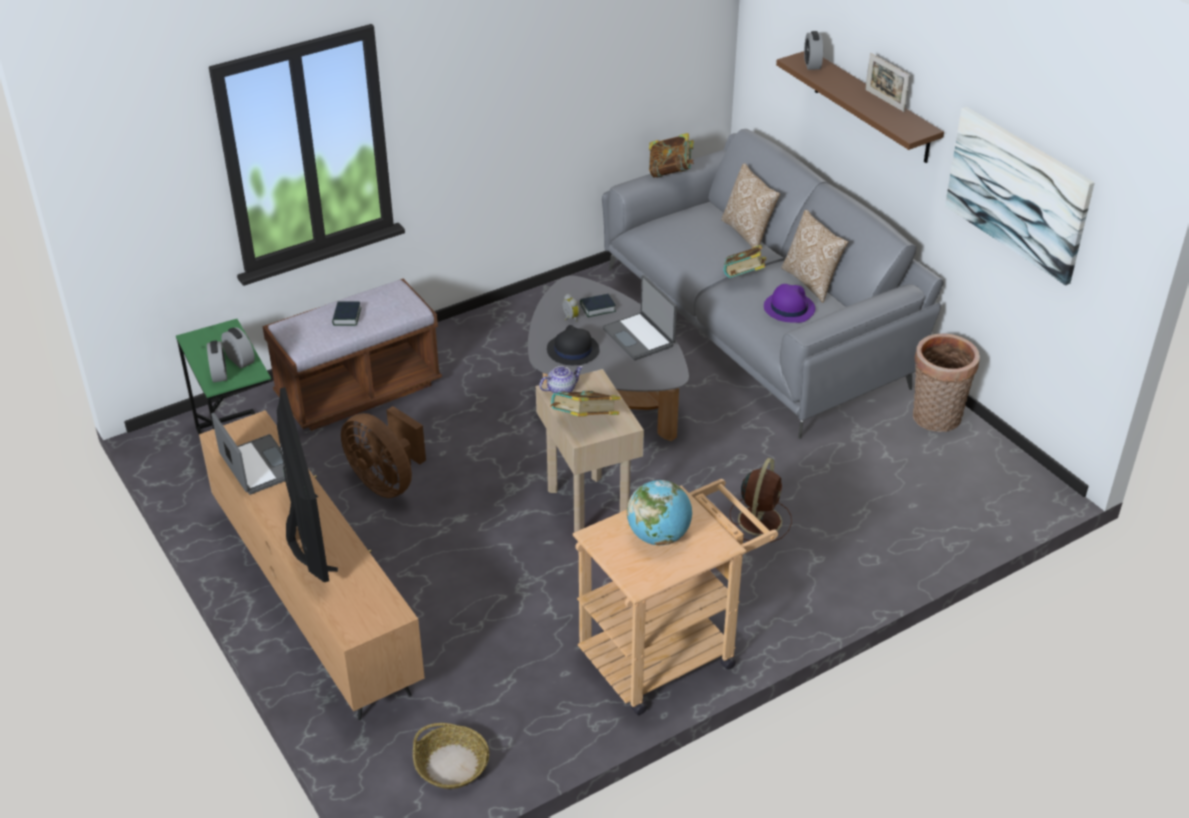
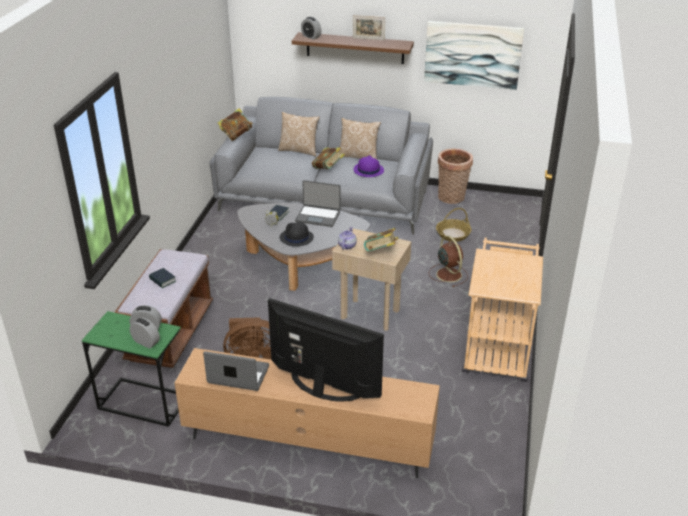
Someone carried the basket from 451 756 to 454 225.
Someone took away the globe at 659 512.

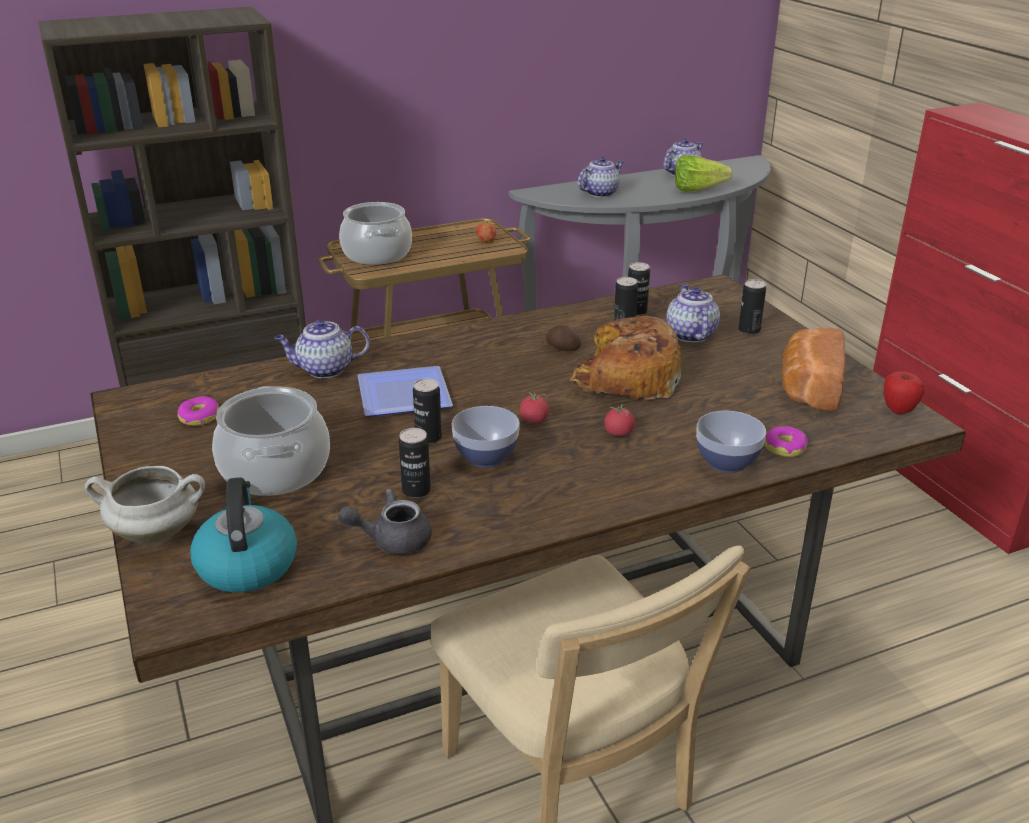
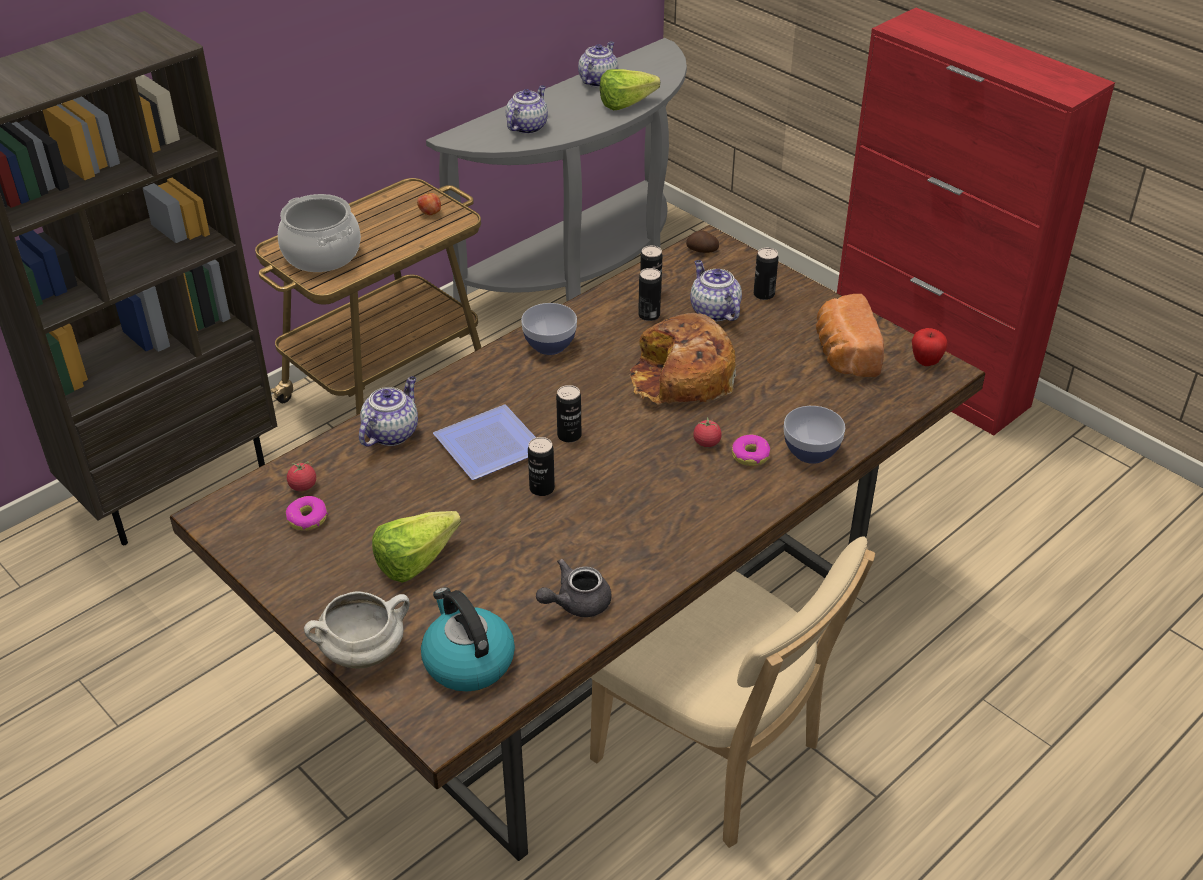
Someone swapped the cooking pot at 271 441 for the lettuce at 416 547.
Someone rotated the teapot at 322 348 by 150 degrees clockwise.
Someone carried the can from 415 463 to 568 414.
Someone carried the bowl from 486 437 to 549 329.
Someone carried the tomato from 534 408 to 301 476.
Someone carried the potato from 563 338 to 702 241.
Someone carried the donut from 786 441 to 751 450.

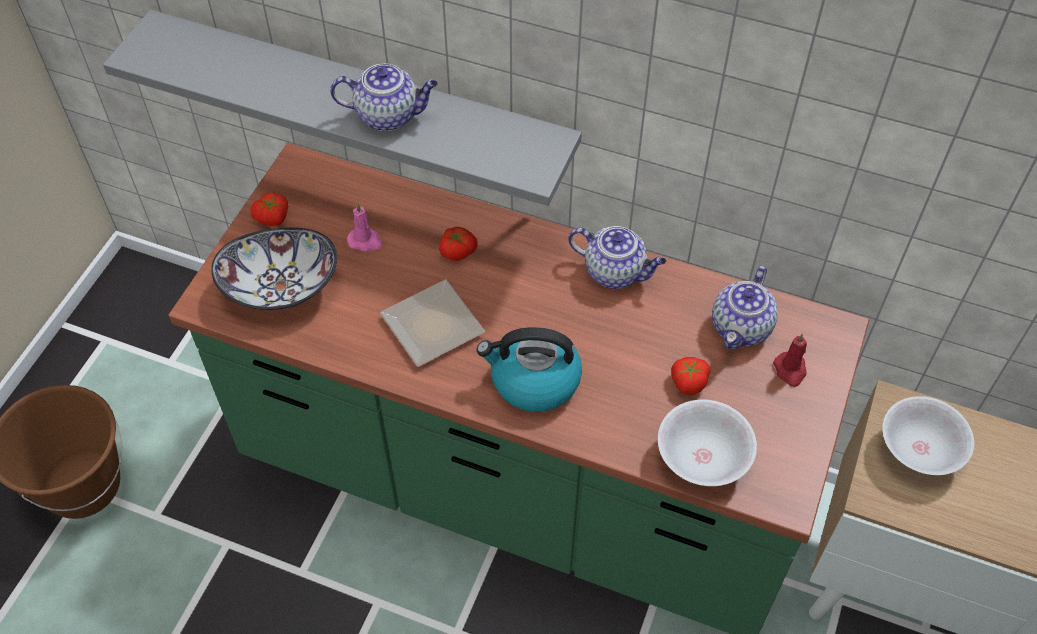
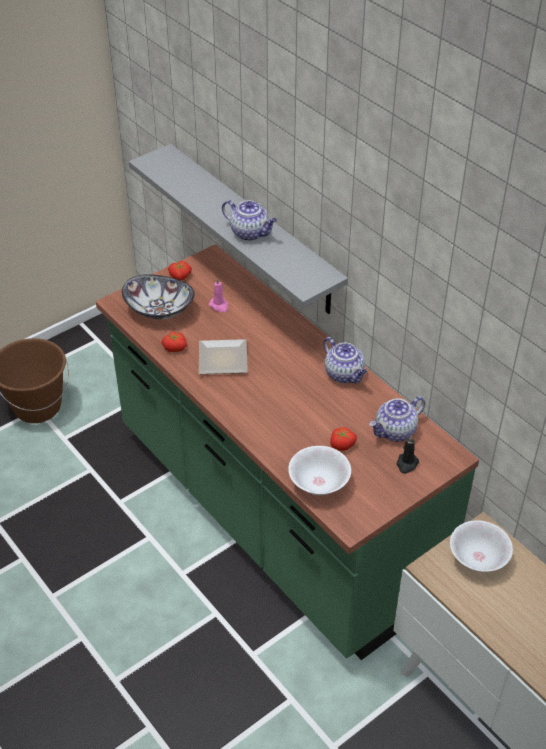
Someone carried the tomato from 458 244 to 174 341.
Someone took away the kettle at 529 369.
Someone repainted the candle (red) at 790 360, which became the candle (black) at 408 455.

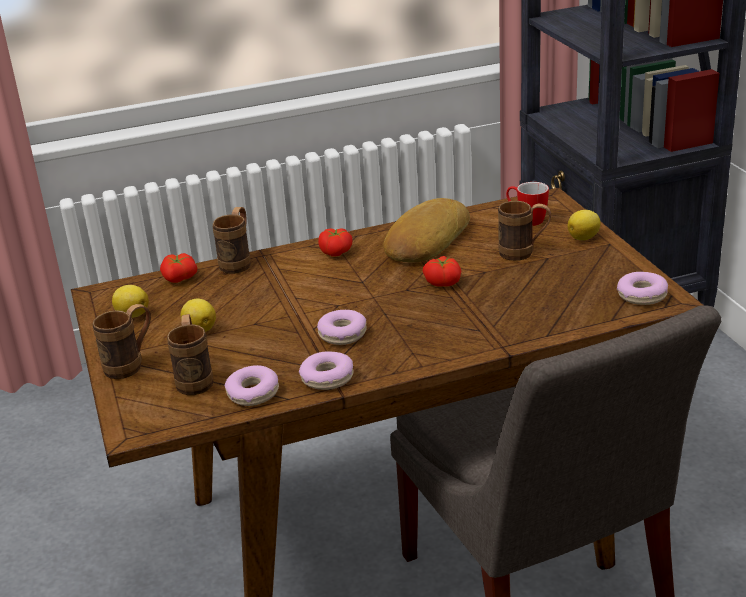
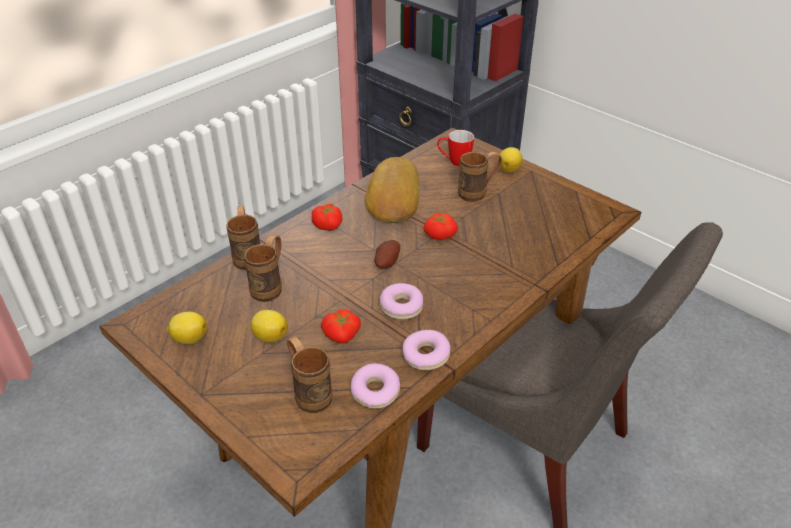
Someone carried the mug (brown) from 122 341 to 263 268.
Someone carried the tomato from 178 268 to 341 326.
Someone took away the donut at 642 288.
Someone put down the potato at 387 254.

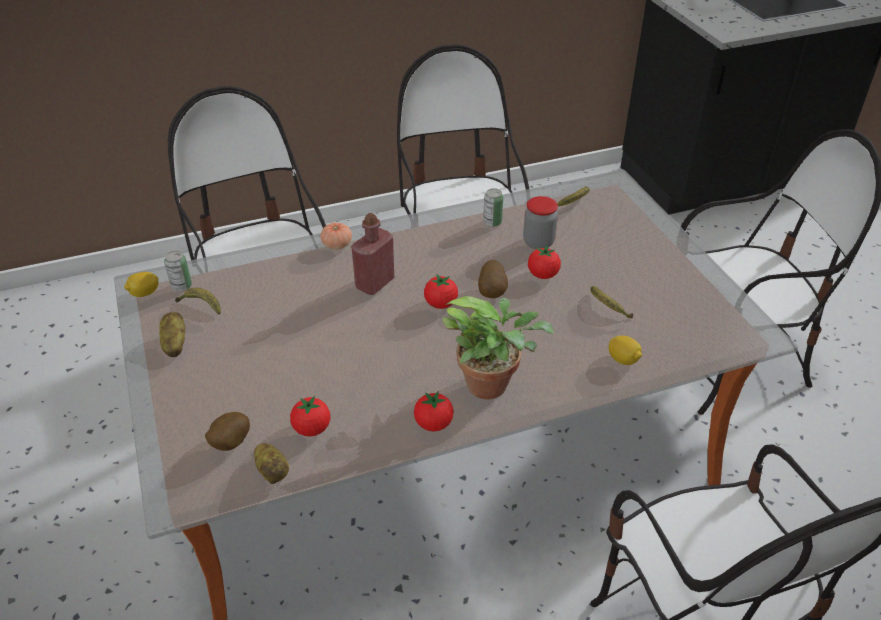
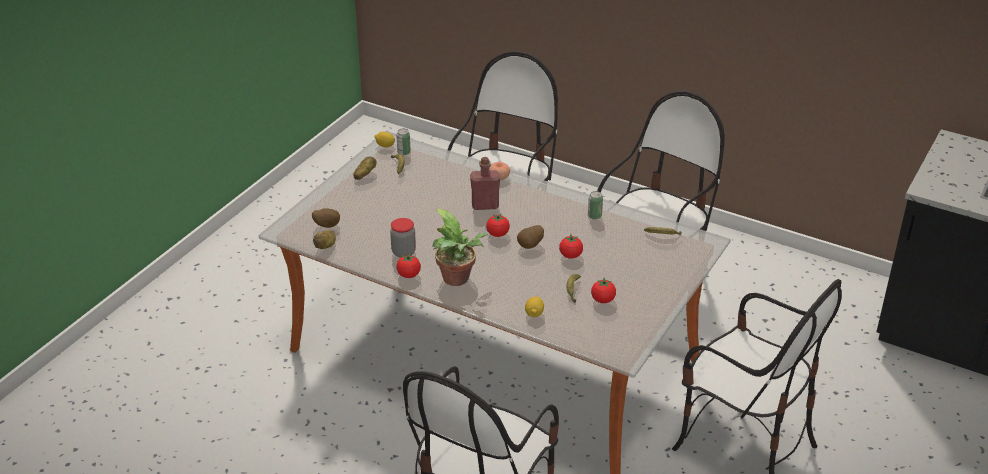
Someone carried the tomato from 310 416 to 603 290.
Someone carried the jar from 540 222 to 403 238.

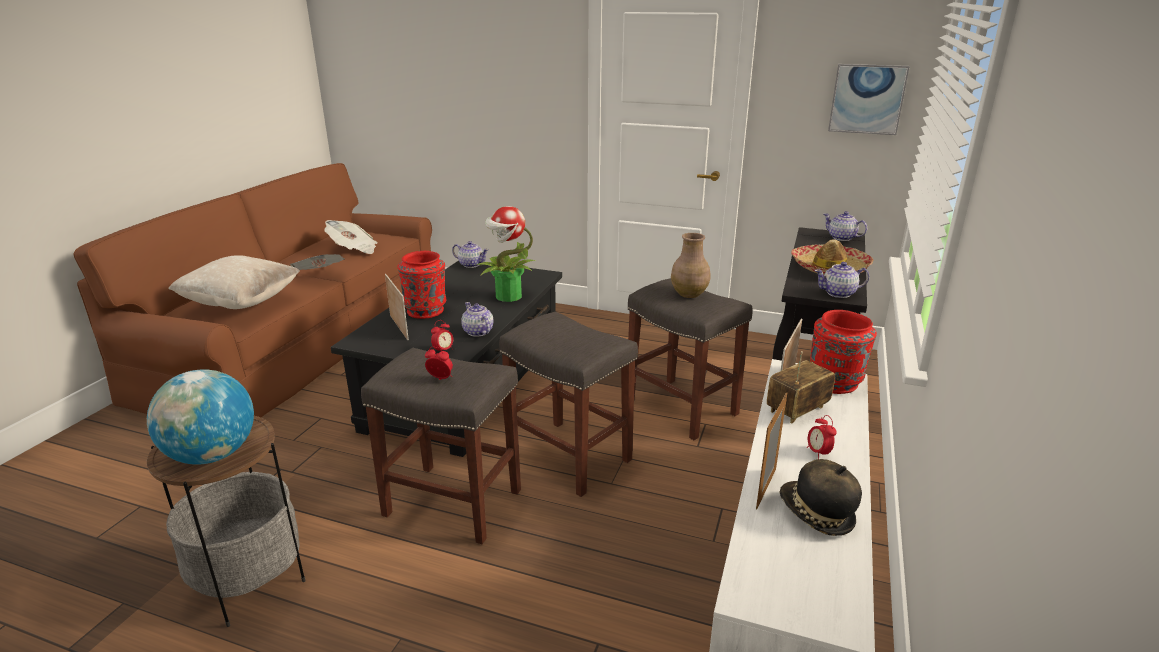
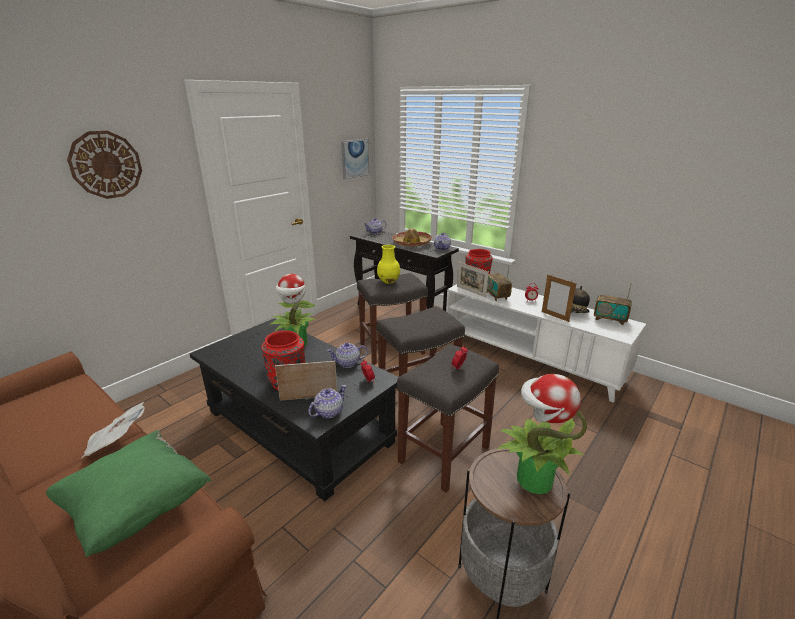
Someone swapped the globe at 200 417 for the potted plant at 542 434.
Someone repainted the pillow (beige) at 233 282, which became the pillow (green) at 129 493.
Someone took away the newspaper at 350 237.
Someone carried the teapot from 470 254 to 327 401.
Someone repainted the vase (brown) at 690 265, which became the vase (yellow) at 388 264.
Someone put up the wall clock at 104 165.
Someone put down the radio at 613 304.

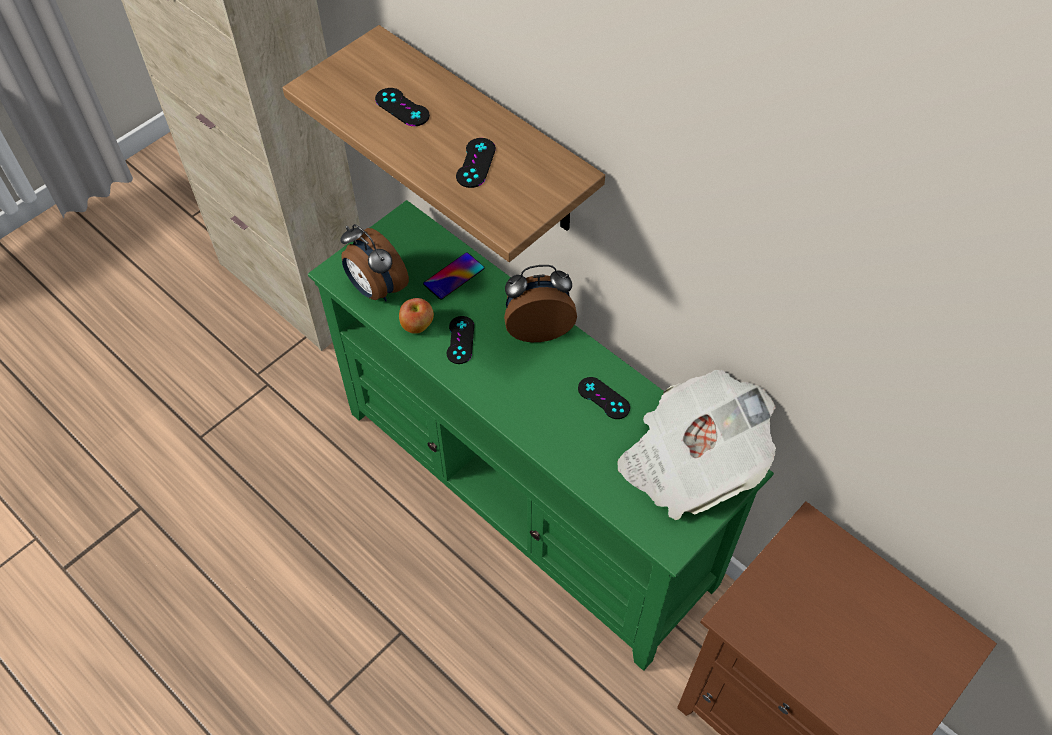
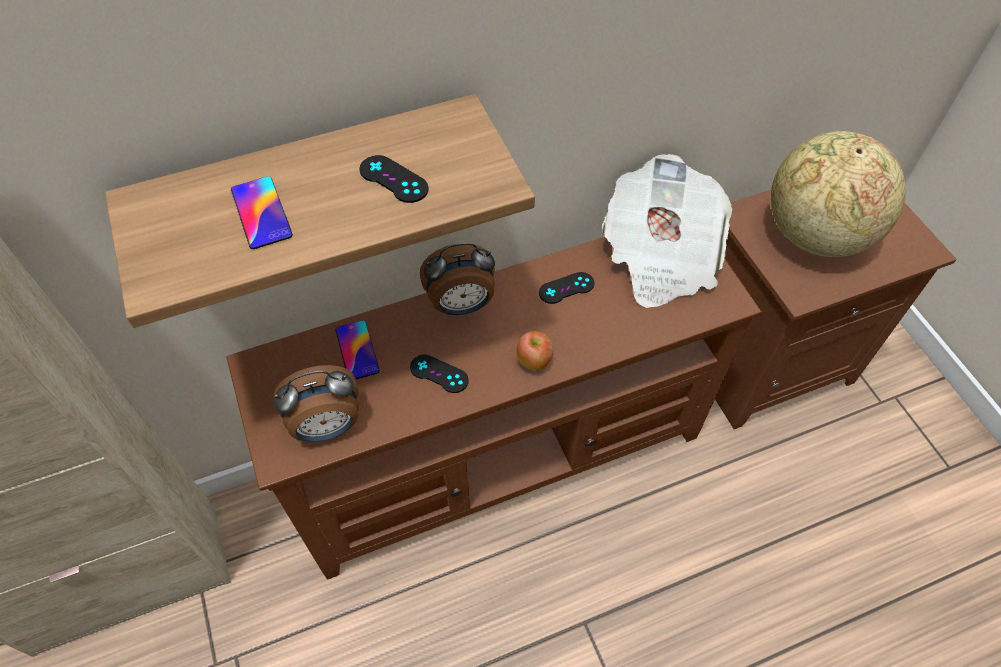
Someone repainted the tv stand (green) at 541 435, which became the tv stand (brown) at 494 408.
Someone swapped the game controller (black) at 402 107 for the phone at 262 212.
Someone carried the apple from 416 316 to 535 351.
Someone rotated the alarm clock at 540 303 by 120 degrees counterclockwise.
Someone put down the globe at 838 194.

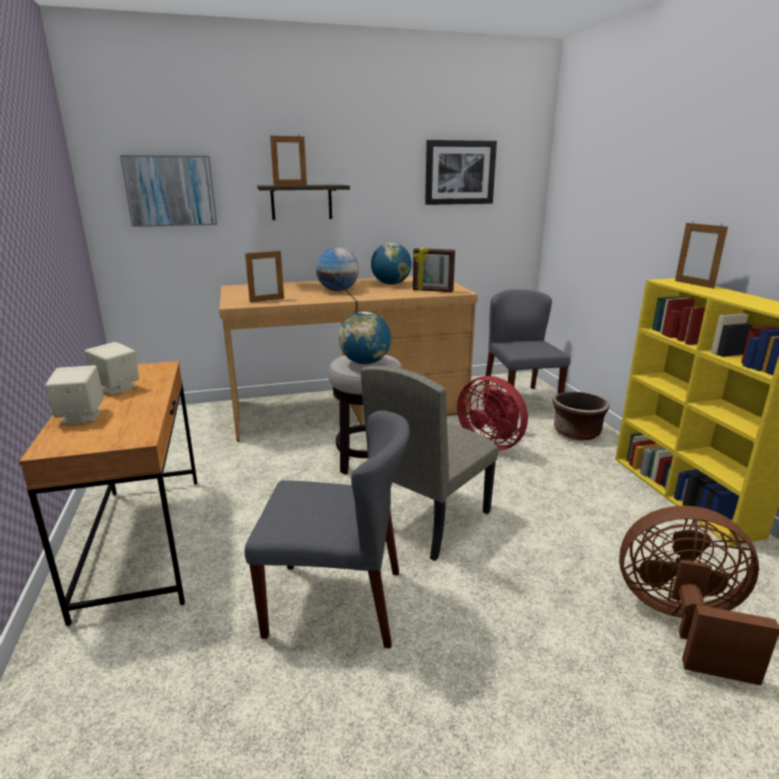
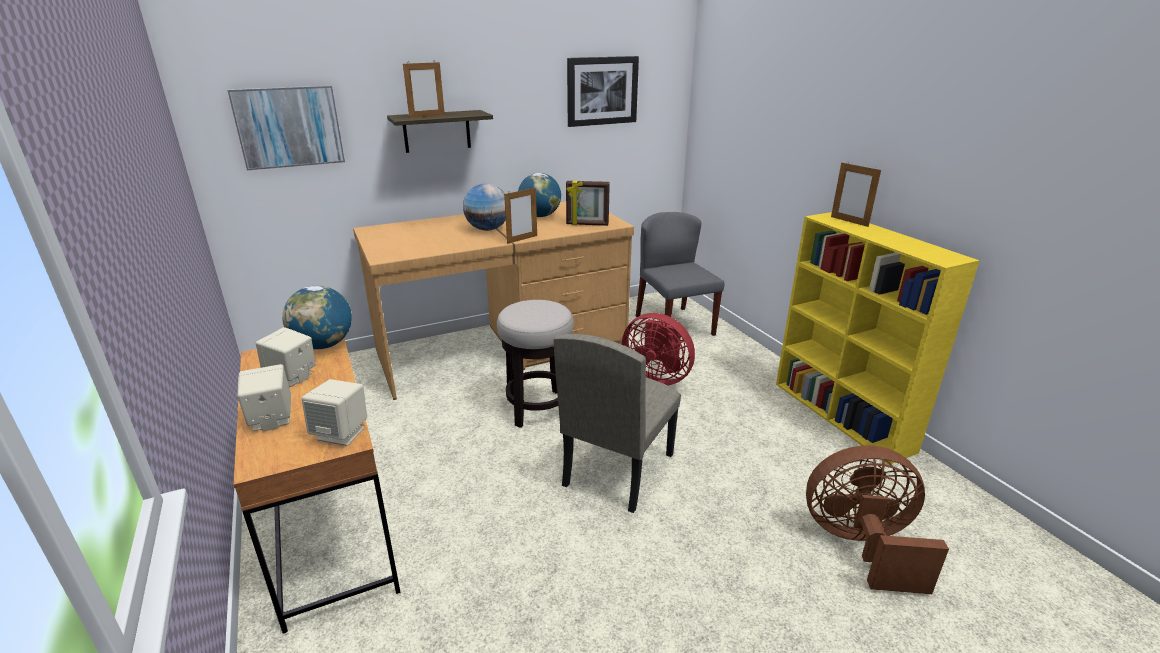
Someone carried the picture frame from 264 276 to 520 215.
Someone took away the chair (grey) at 327 529.
Someone carried the globe from 365 338 to 317 317.
Someone took away the planter (brown) at 580 416.
Someone put down the speaker (beige) at 334 412.

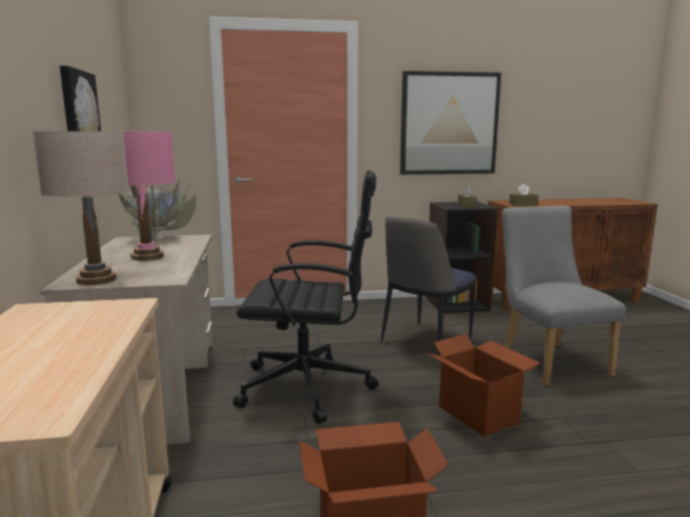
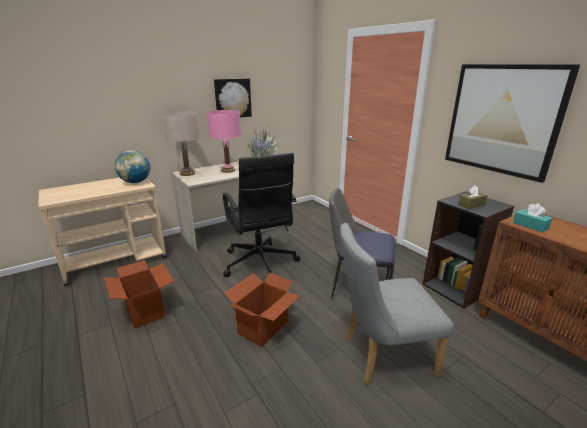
Someone rotated the chair (grey) at 564 296 by 150 degrees counterclockwise.
Someone repainted the tissue box (brown) at 523 195, which became the tissue box (turquoise) at 533 218.
Someone put down the globe at 133 166.

